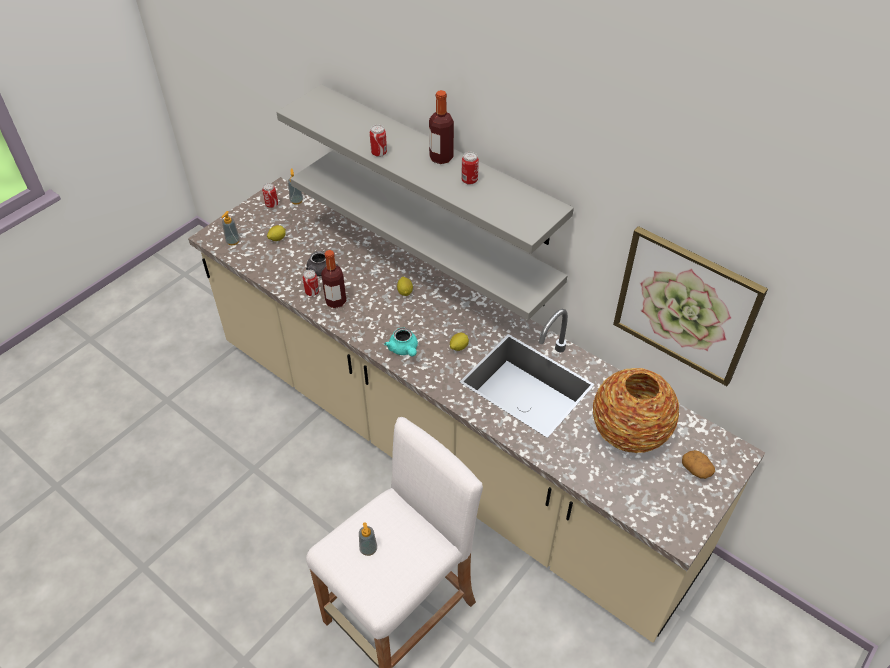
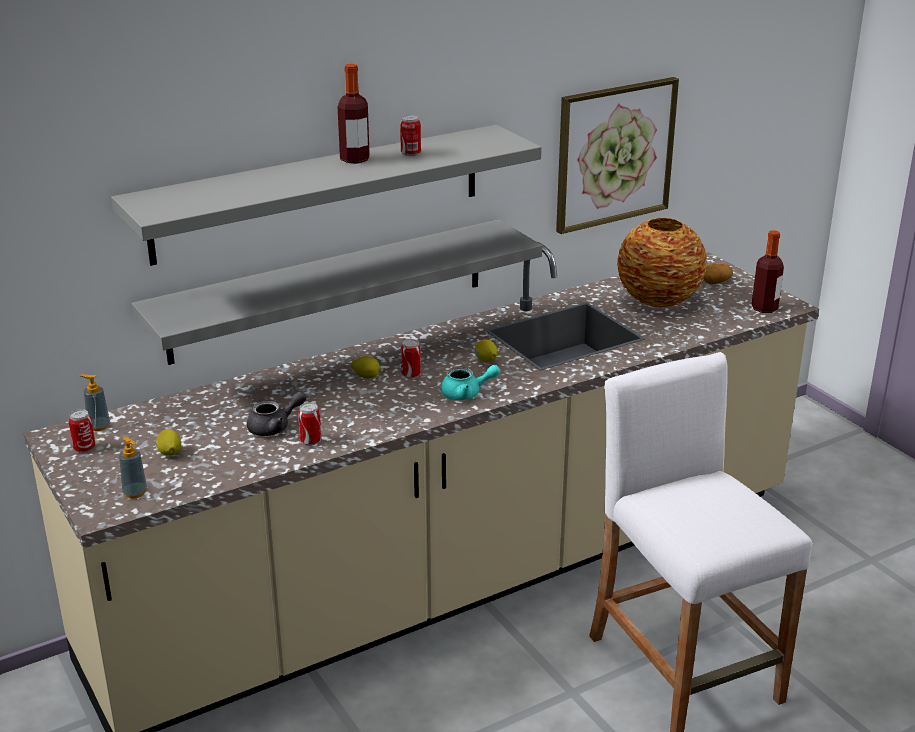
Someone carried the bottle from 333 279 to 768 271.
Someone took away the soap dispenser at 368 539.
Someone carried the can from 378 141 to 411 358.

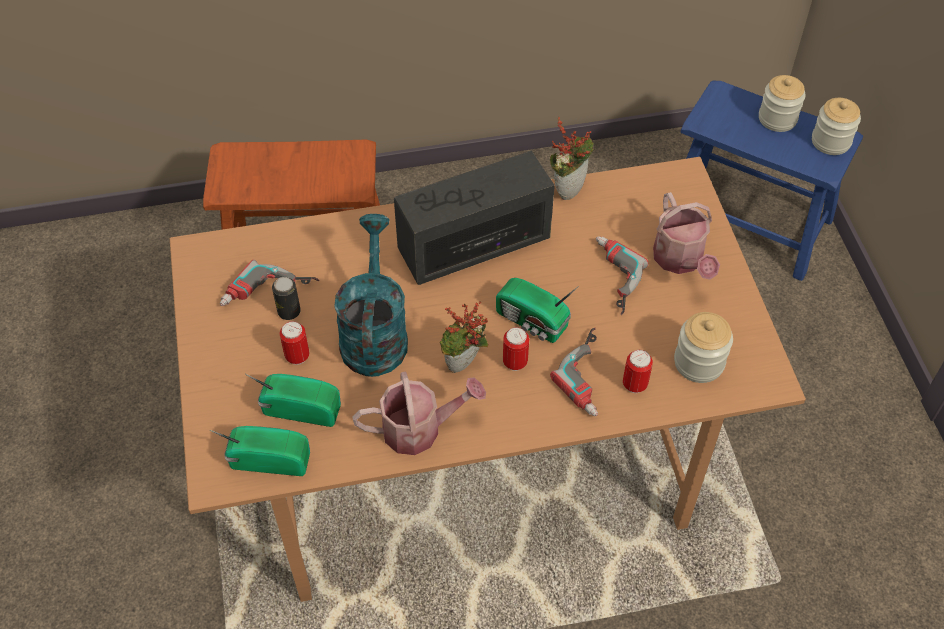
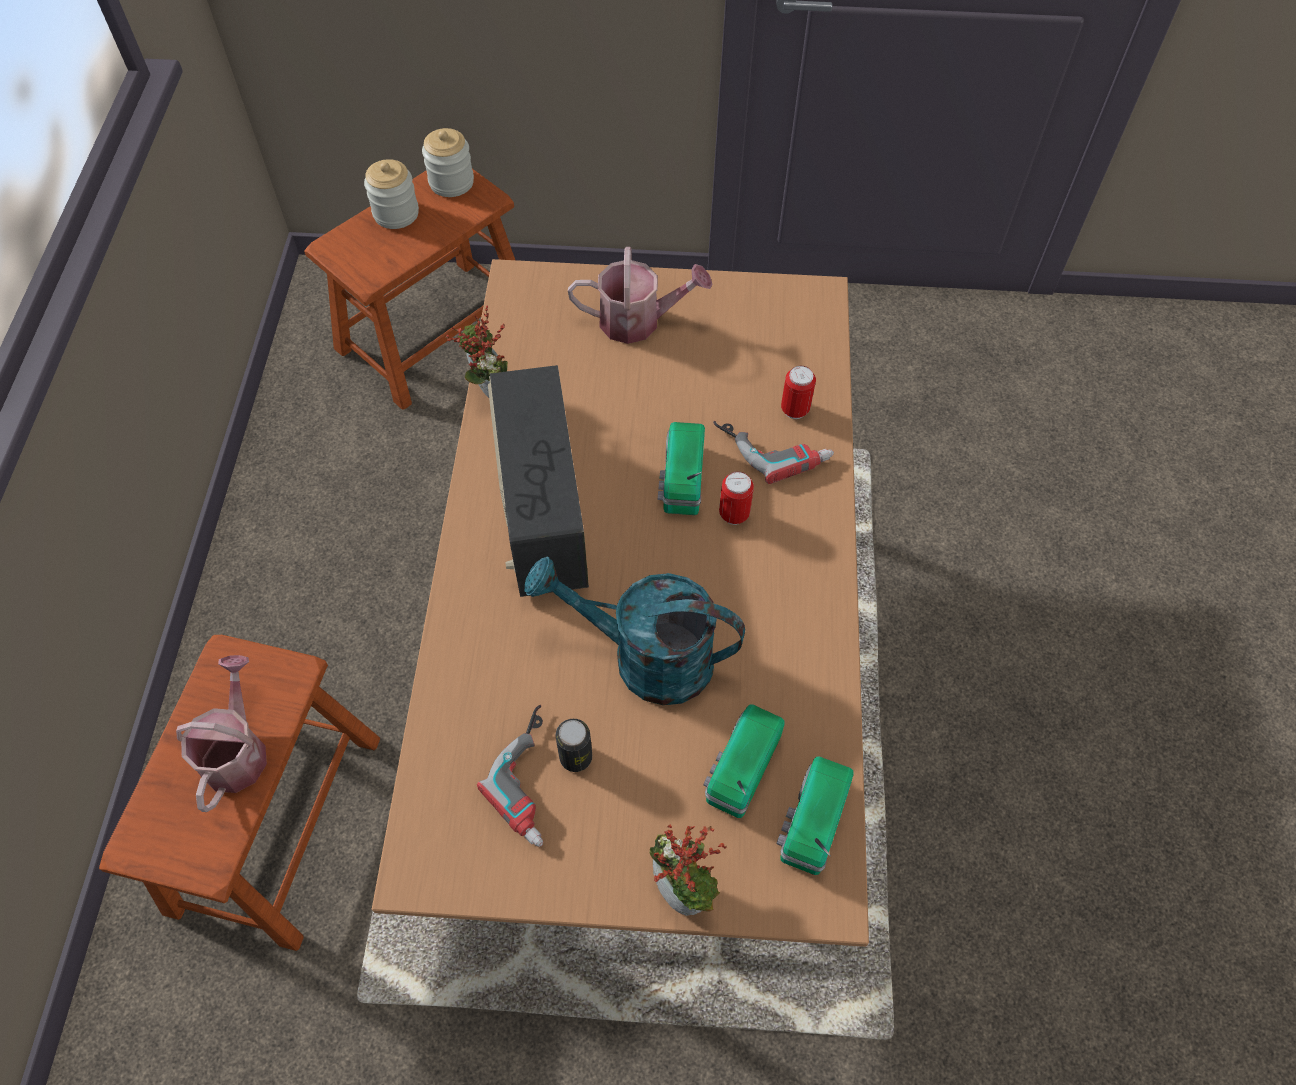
Someone took away the can at 294 343.
Someone carried the watering can from 419 413 to 221 733.
Someone carried the potted plant from 464 337 to 688 870.
Someone rotated the radio at 537 310 by 135 degrees clockwise.
Someone took away the power drill at 622 275.
Someone took away the jar at 703 347.
Someone repainted the stool (blue) at 772 181, which became the stool (brown) at 409 289.

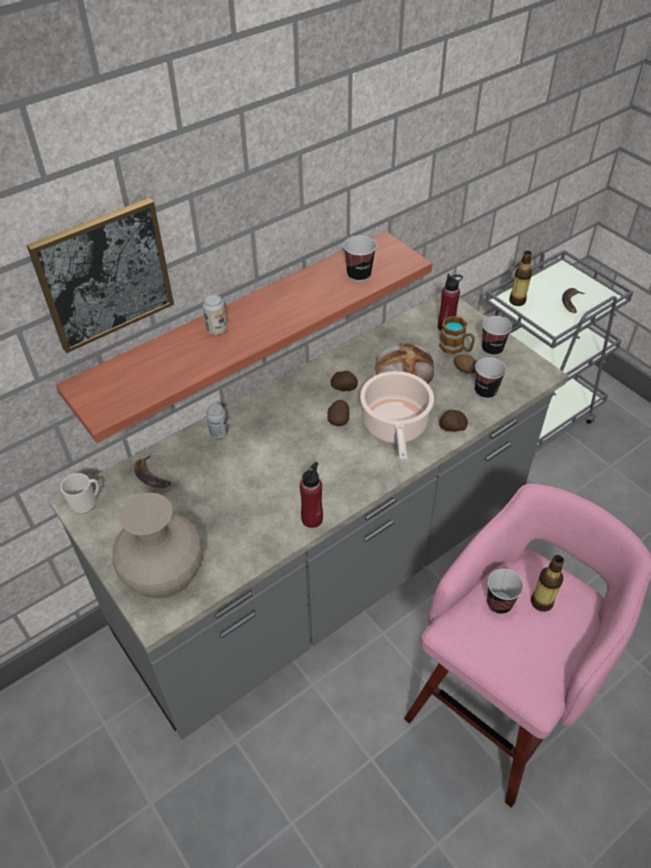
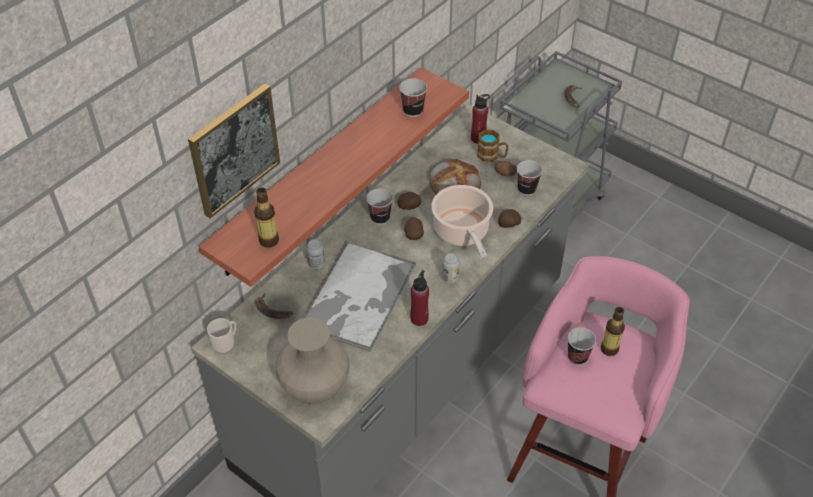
Someone carried the can from 215 314 to 451 268.
Someone carried the cup from 497 336 to 379 206.
Someone carried the bottle from 520 278 to 266 217.
Someone put down the tray at 360 297.

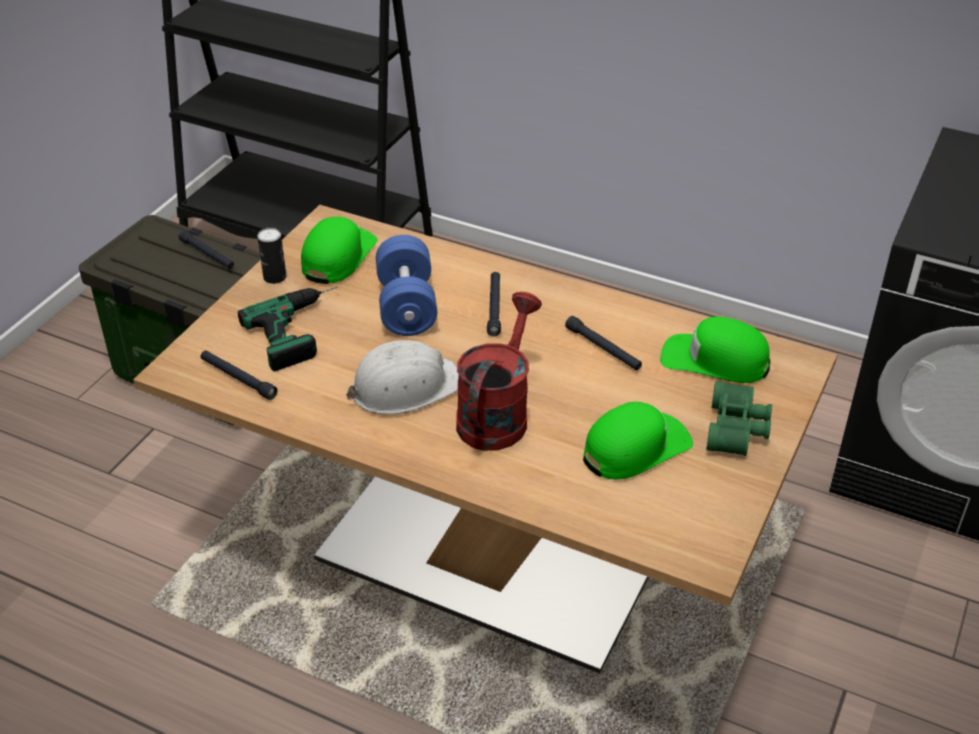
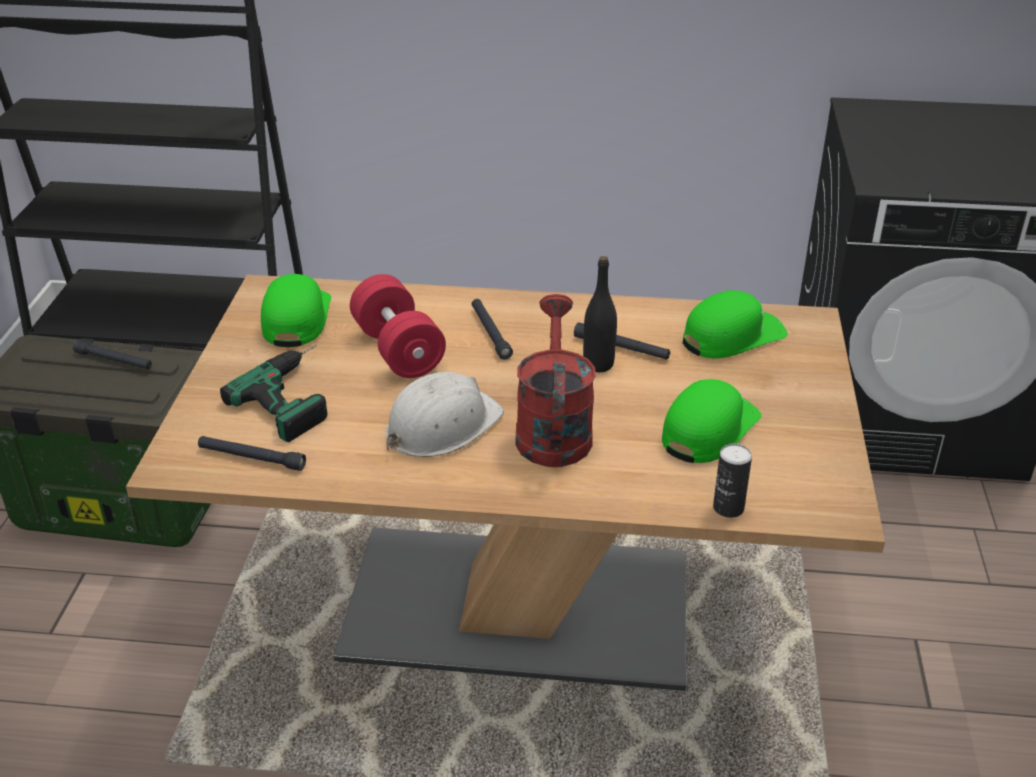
Someone carried the can from 271 256 to 732 481.
Someone repainted the dumbbell (blue) at 406 285, which became the dumbbell (red) at 398 326.
Someone rotated the cap (green) at 715 350 by 150 degrees clockwise.
Someone took away the binoculars (green) at 739 418.
Someone put down the bottle (black) at 600 314.

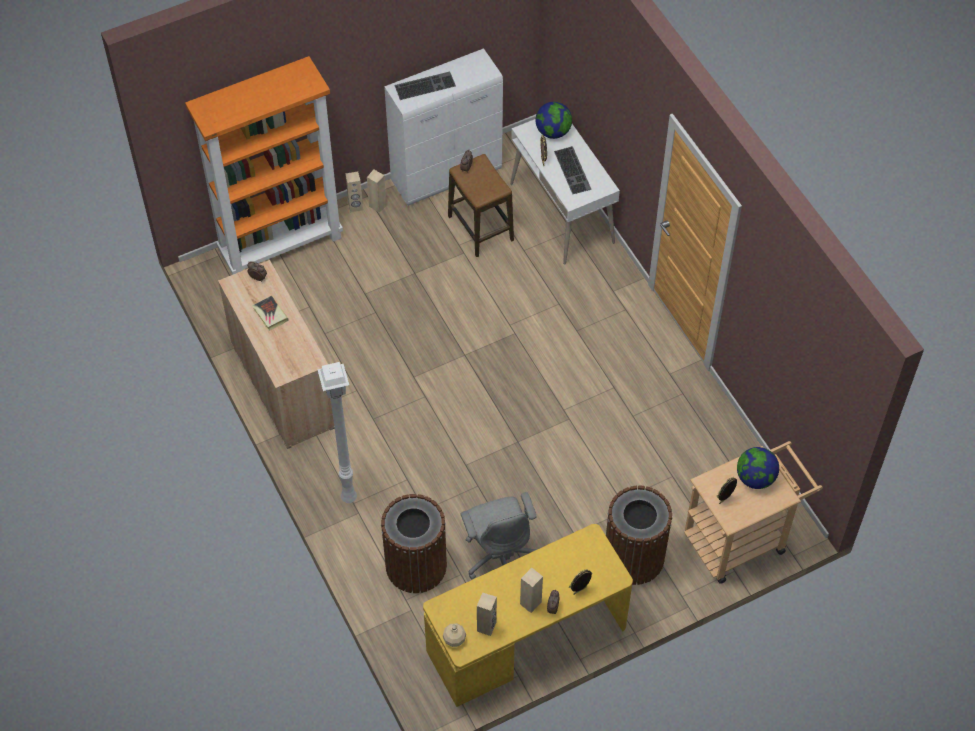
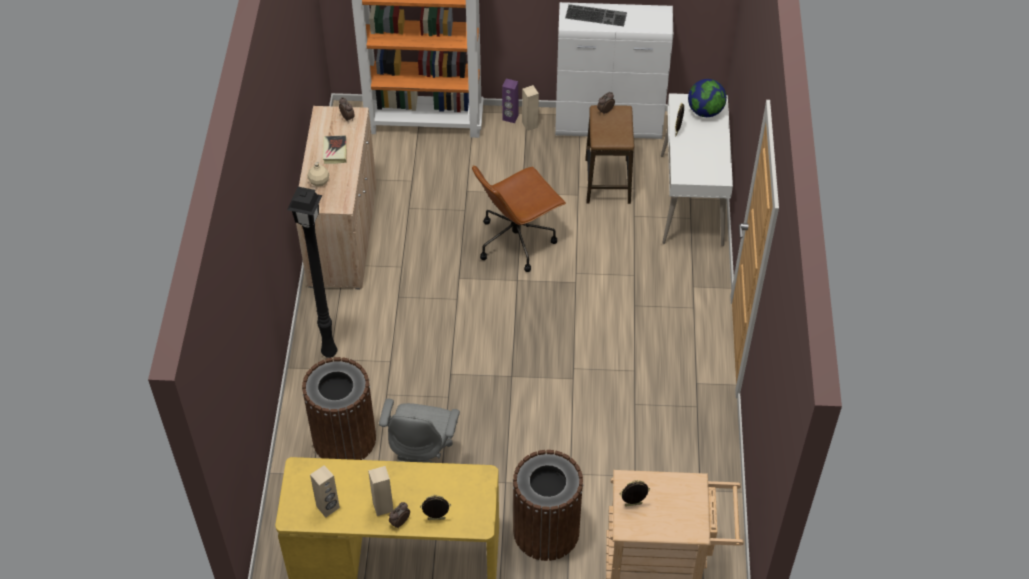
Someone repainted the floor lamp (white) at 337 432, which became the floor lamp (black) at 312 272.
Someone repainted the speaker (beige) at 354 192, which became the speaker (purple) at 510 101.
Someone carried the bottle (beige) from 454 635 to 318 174.
Someone took away the keyboard at 572 170.
Someone took away the globe at 758 468.
Someone put down the office chair (brown) at 519 219.

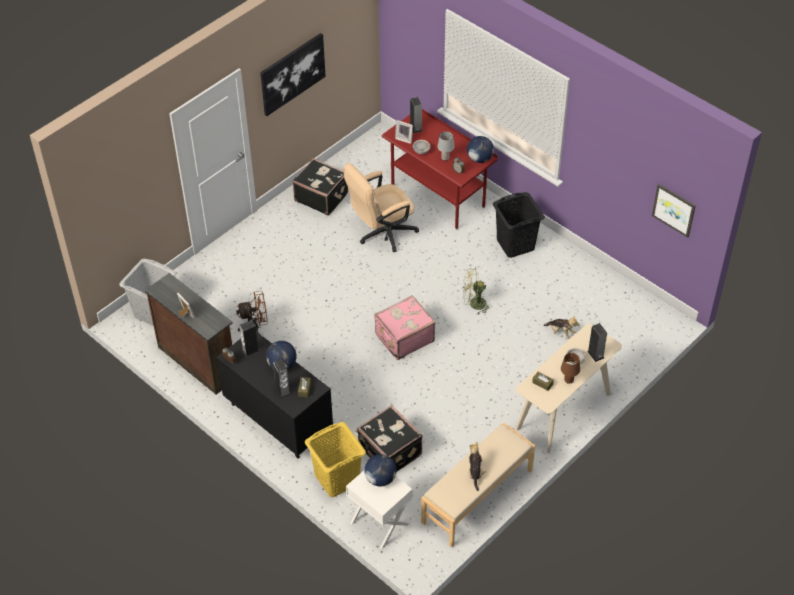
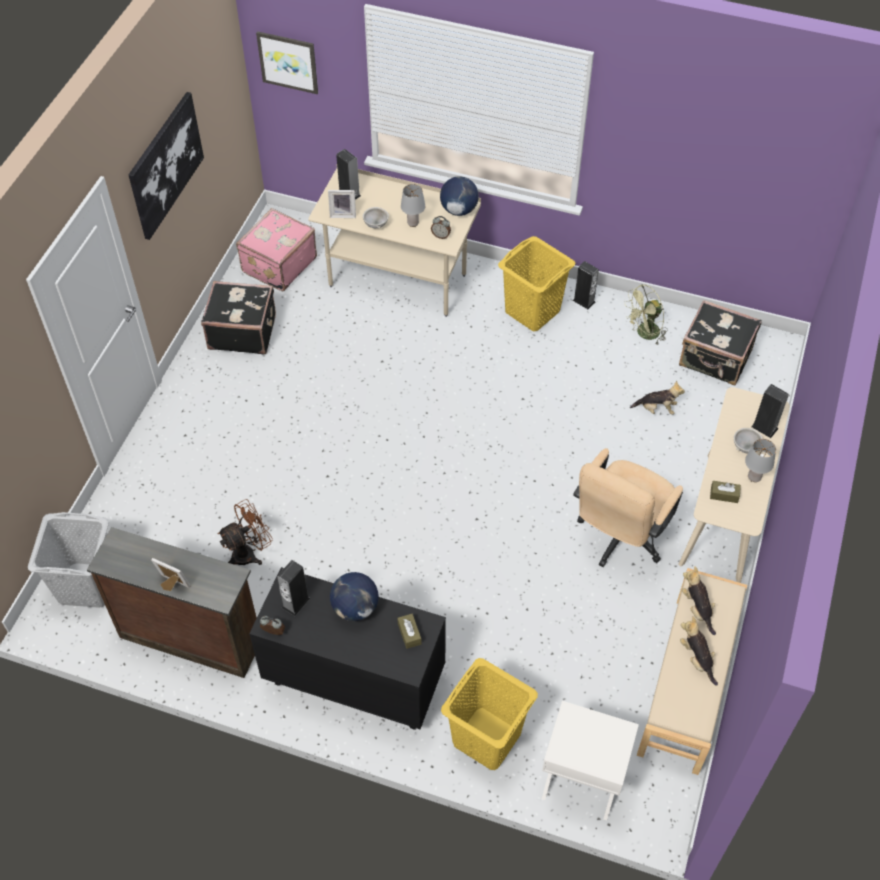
Someone carried the speaker from 282 379 to 586 285.
Someone carried the office chair (beige) from 381 207 to 628 507.
Someone carried the suitcase (black) from 389 438 to 720 342.
Someone took away the globe at 380 470.
Someone carried the suitcase (pink) from 405 327 to 276 249.
Someone repainted the desk (red) at 440 169, which became the desk (beige) at 394 240.
Someone carried the fan (green) from 476 291 to 646 314.
Someone repainted the laundry basket (black) at 519 225, which became the laundry basket (yellow) at 536 283.
Someone repainted the table lamp (brown) at 570 368, which became the table lamp (grey) at 760 460.
Someone carried the picture from 674 211 to 287 62.
Someone put down the plush toy at 699 600.

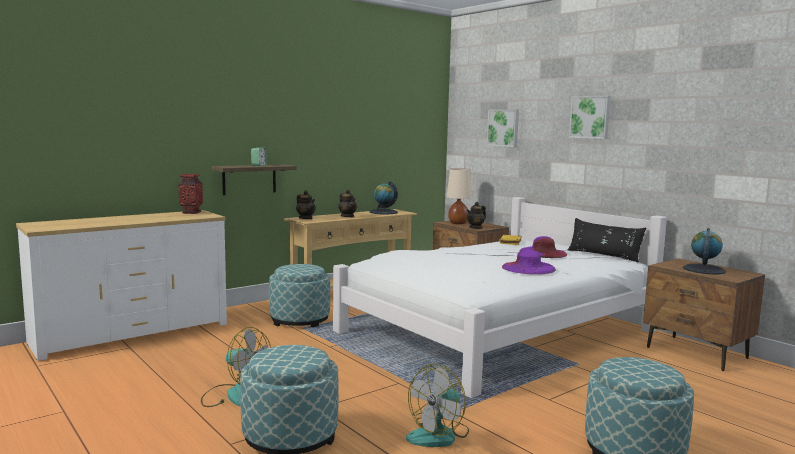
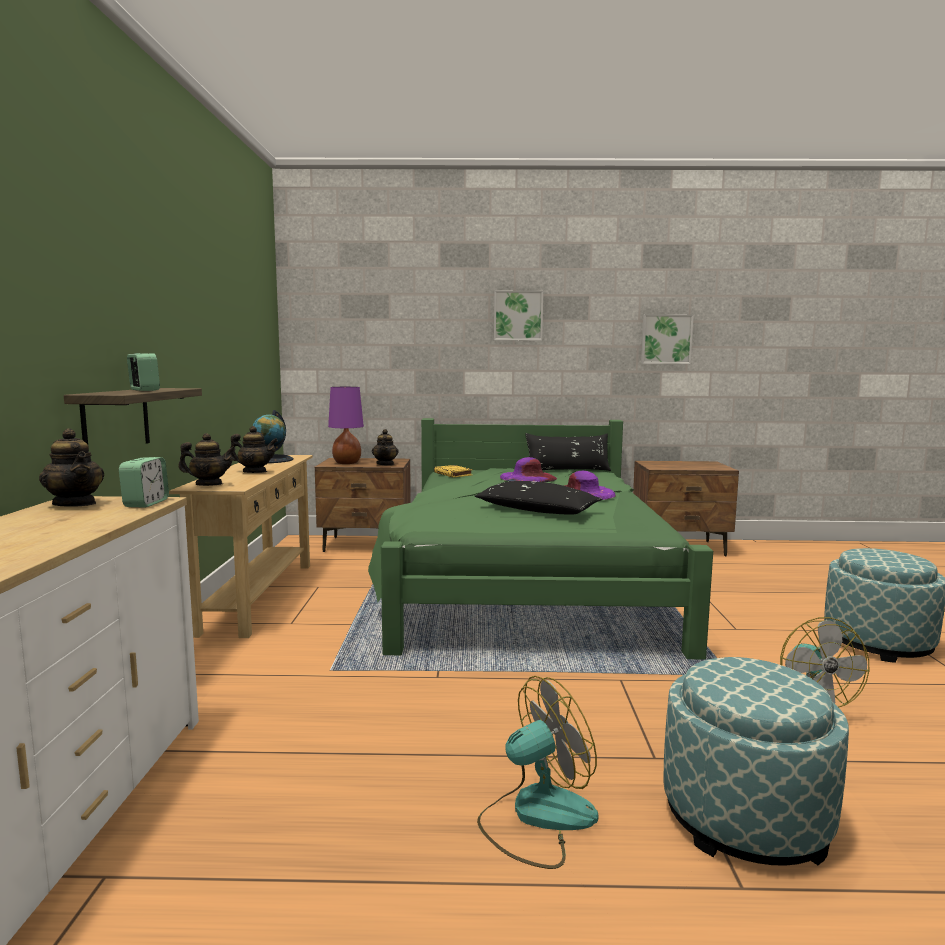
Someone swapped the vase at 190 194 for the teapot at 71 467.
Someone took away the ottoman at 299 295.
Someone repainted the bed (white) at 500 297, which became the bed (green) at 540 539.
Someone repainted the table lamp (beige) at 459 196, which became the table lamp (purple) at 346 425.
Someone carried the picture from 503 128 to 667 339.
Someone took away the globe at 704 251.
Someone put down the alarm clock at 144 482.
Someone put down the pillow (black) at 538 497.

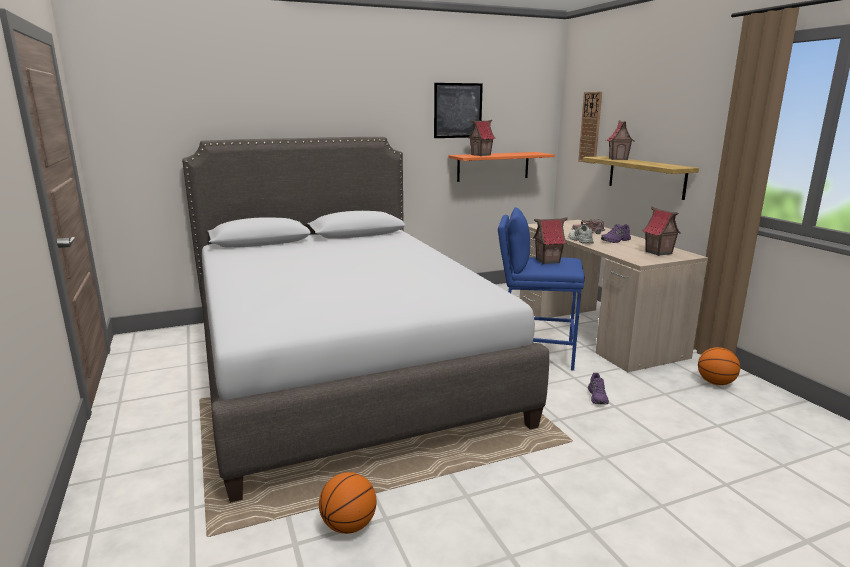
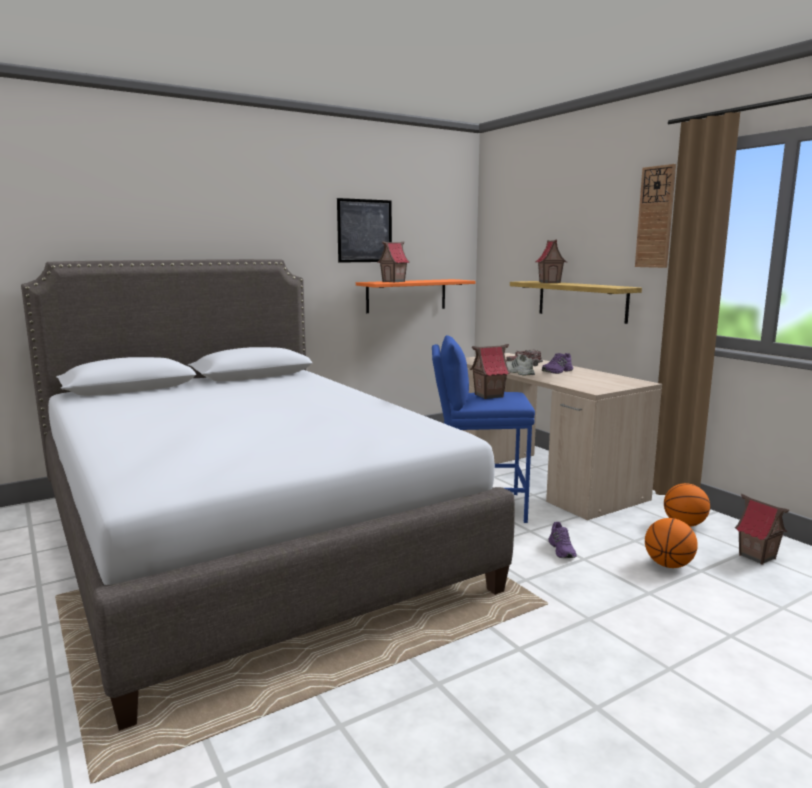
Someone carried the basketball from 348 503 to 671 543.
Someone carried the wall clock from 590 128 to 655 216.
Someone carried the toy house from 661 231 to 762 529.

